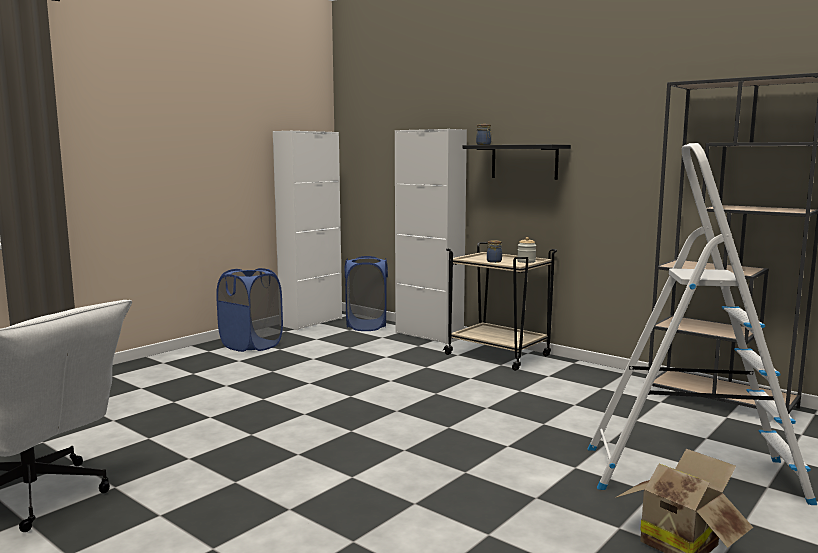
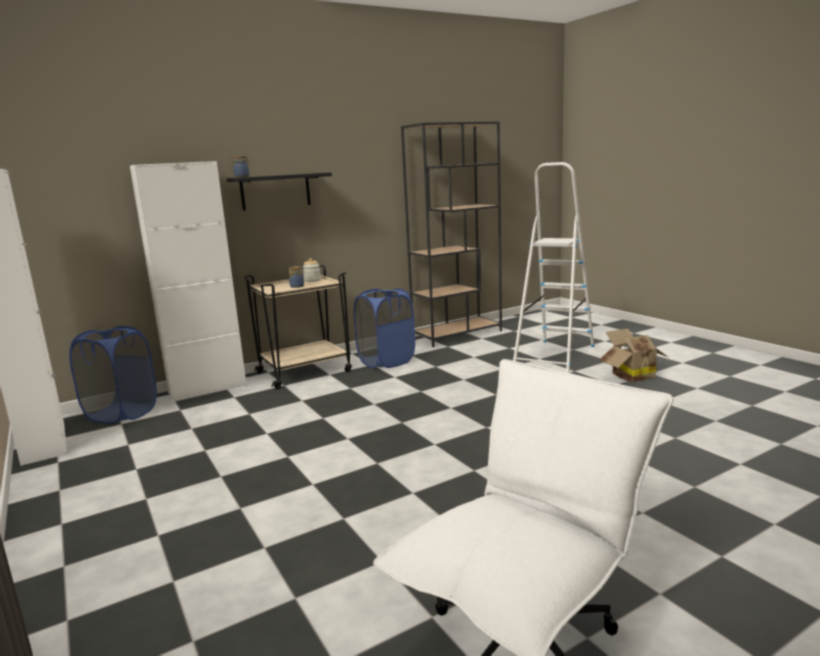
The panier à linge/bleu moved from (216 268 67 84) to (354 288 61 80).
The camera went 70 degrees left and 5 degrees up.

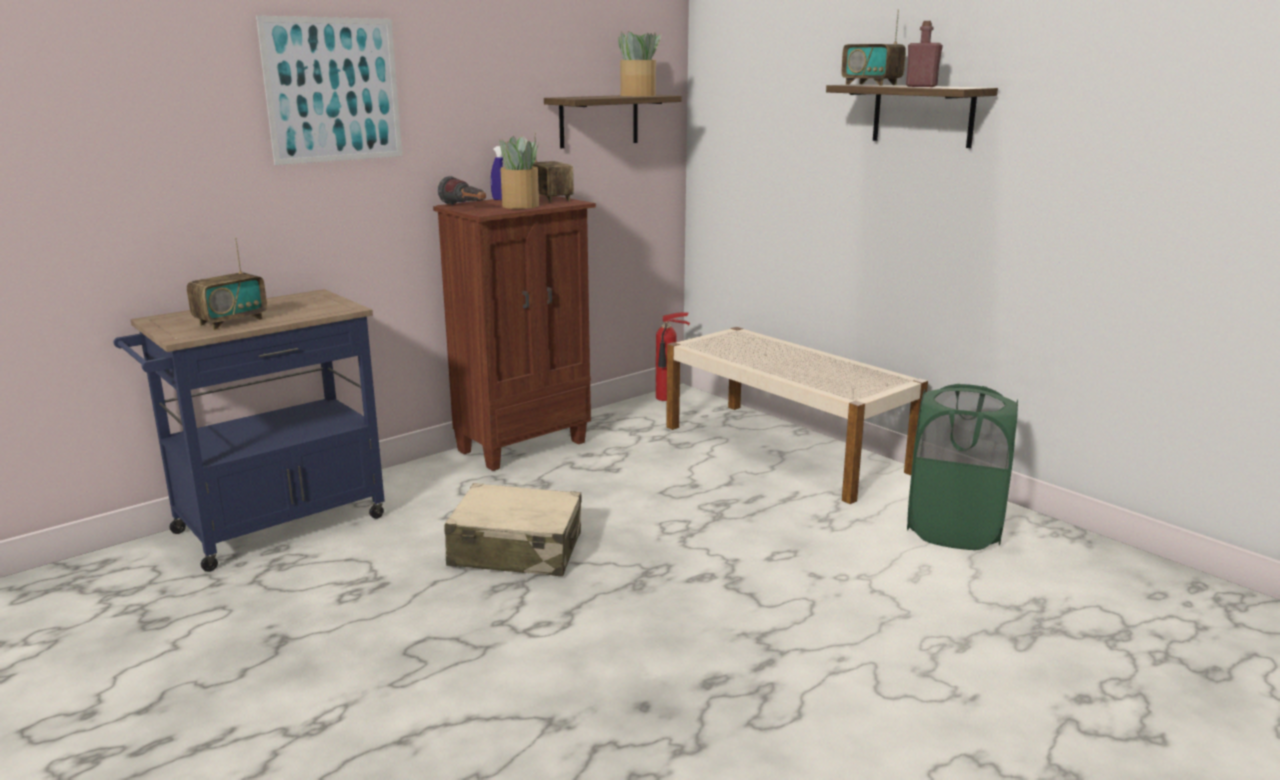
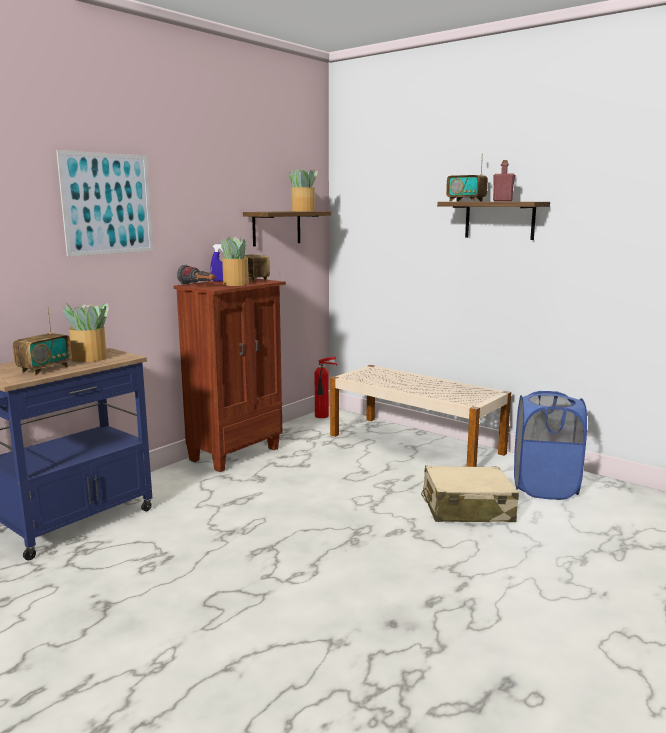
The plante en pot at (63 303 45 59) appeared.
The valise/beige moved from (445 483 137 93) to (421 466 98 56).
The panier à linge/vert at (907 384 111 166) became the panier à linge/bleu at (514 391 73 109).
The camera went 10 degrees left and 5 degrees down.

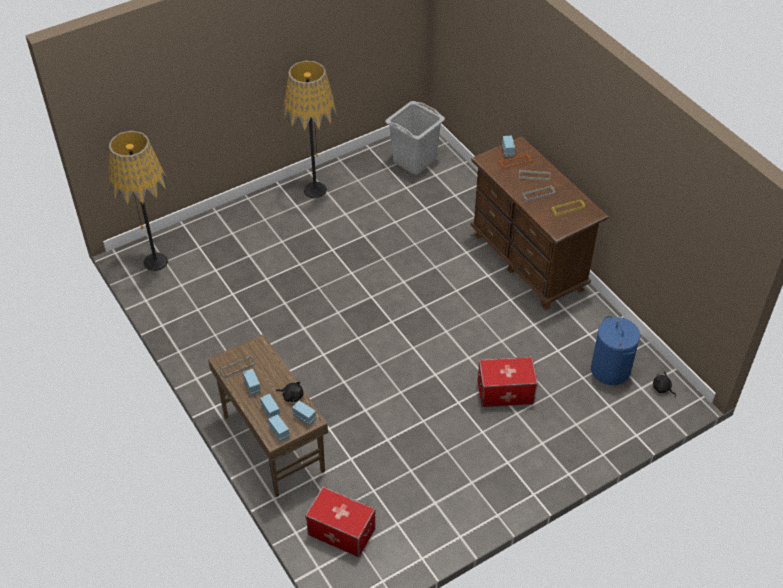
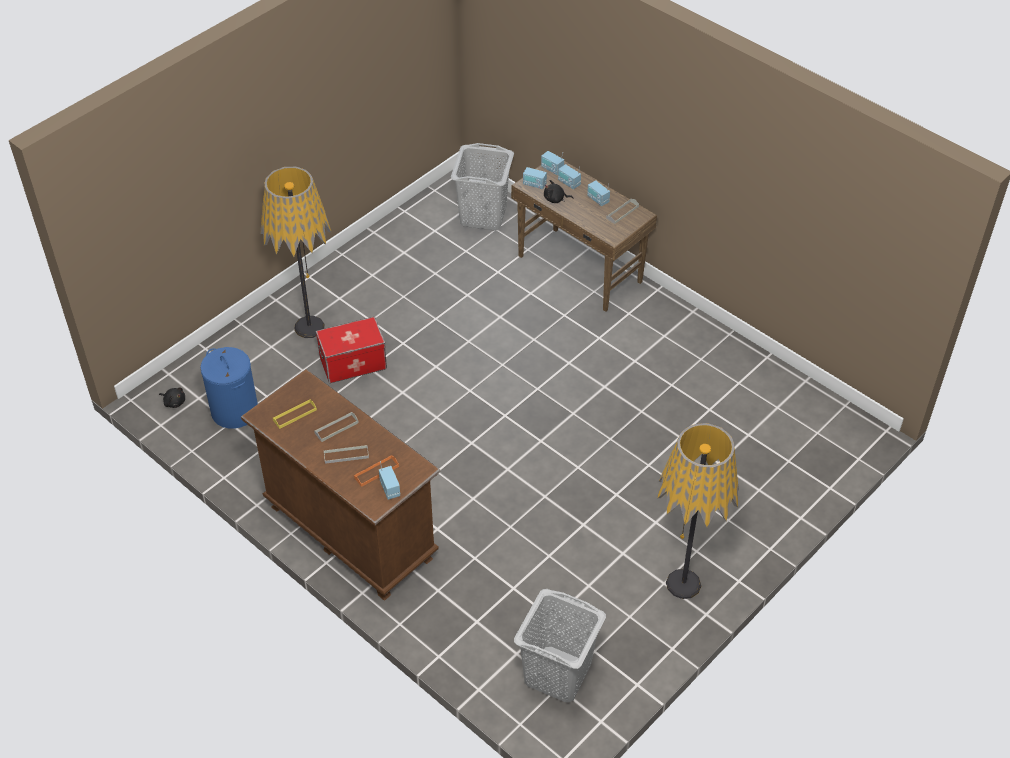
The lampadaire moved from (109 131 59 140) to (260 167 71 171).
The boîte de rangement at (305 487 71 70) was replaced by the panier à linge/gris at (451 143 63 88).
The camera went 165 degrees right and 0 degrees up.

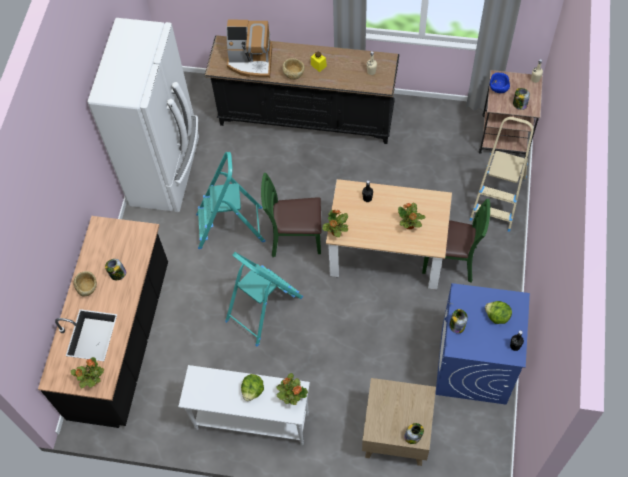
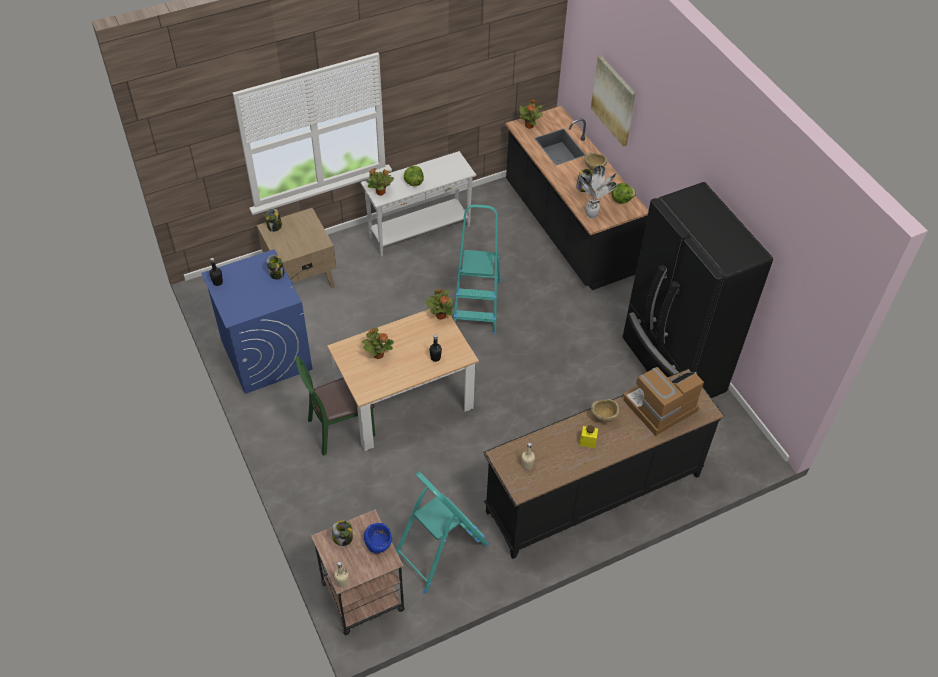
The chaise/vert at (261 173 60 84) disappeared.
The escabeau/beige at (470 117 64 115) disappeared.
The plante en pot at (578 165 39 54) appeared.
The tableau at (591 55 45 92) appeared.
The escabeau/turquoise moved from (196 152 70 97) to (396 471 93 123).
The laitue moved from (485 301 27 23) to (612 183 24 21).
The réfrigérateur/blanc at (87 18 112 194) became the réfrigérateur/noir at (623 182 150 216).
The camera went 140 degrees right and 10 degrees down.

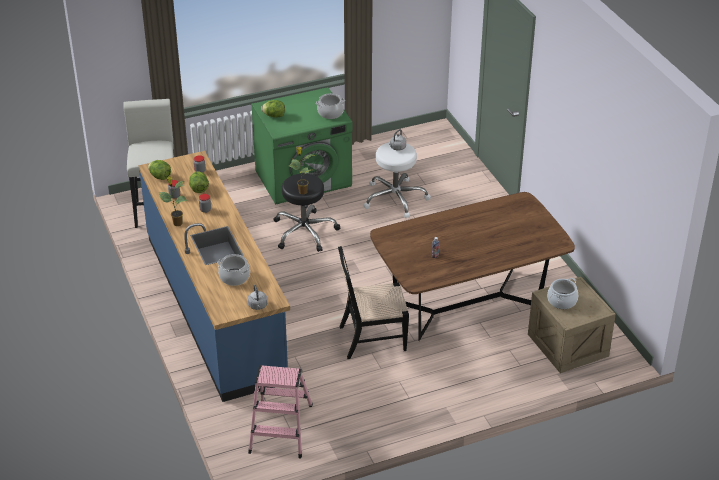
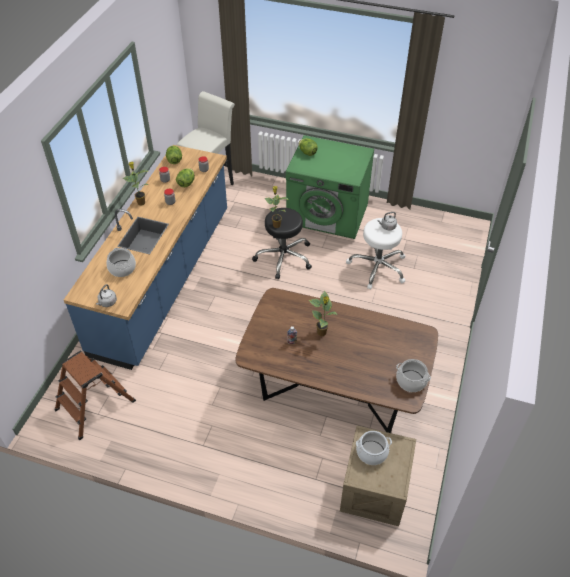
The chaise at (338 246 71 113) disappeared.
The plante en pot at (309 291 29 45) appeared.
The marmite moved from (316 93 29 26) to (396 359 35 33).
The escabeau/rose at (248 365 65 93) became the escabeau/marron at (55 350 81 90).
The camera went 40 degrees right and 10 degrees up.

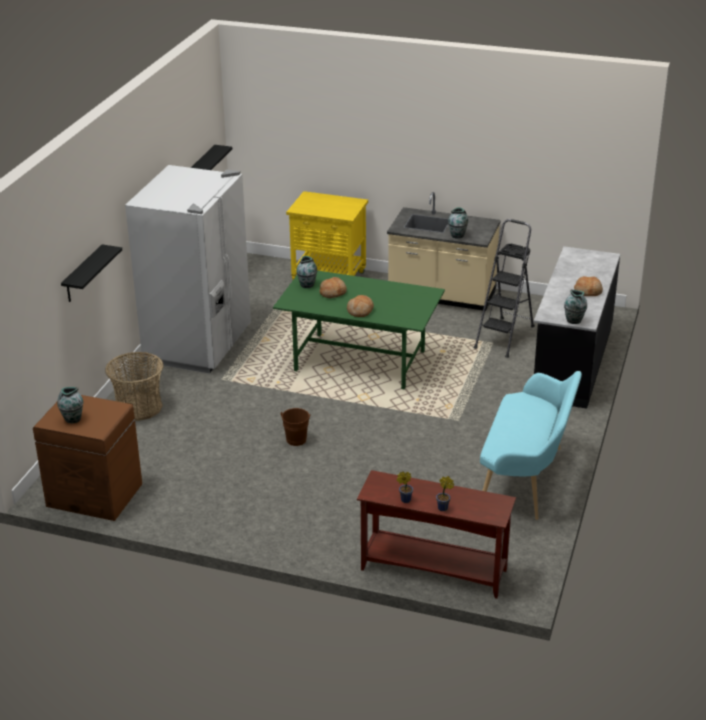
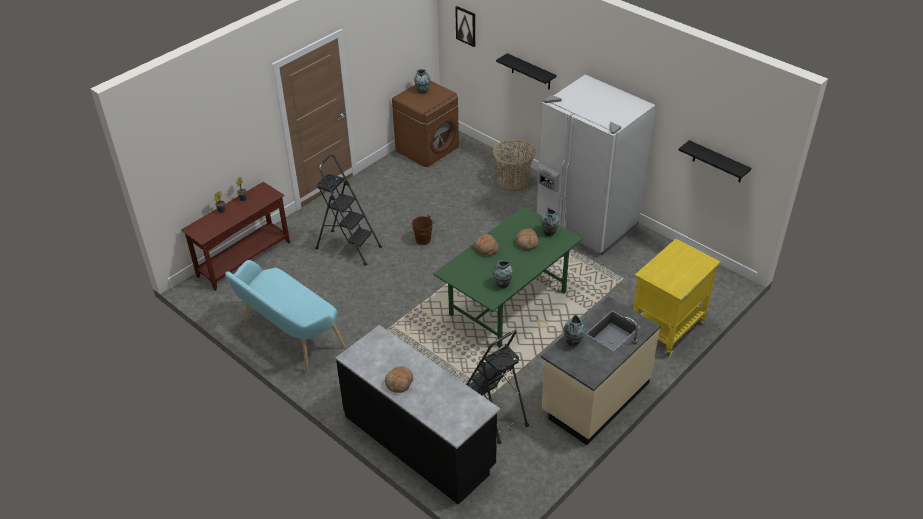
The escabeau at (315 154 67 112) appeared.
The tableau at (455 6 20 41) appeared.
The vase moved from (564 289 23 35) to (493 260 20 28).
The camera went 115 degrees right and 10 degrees up.

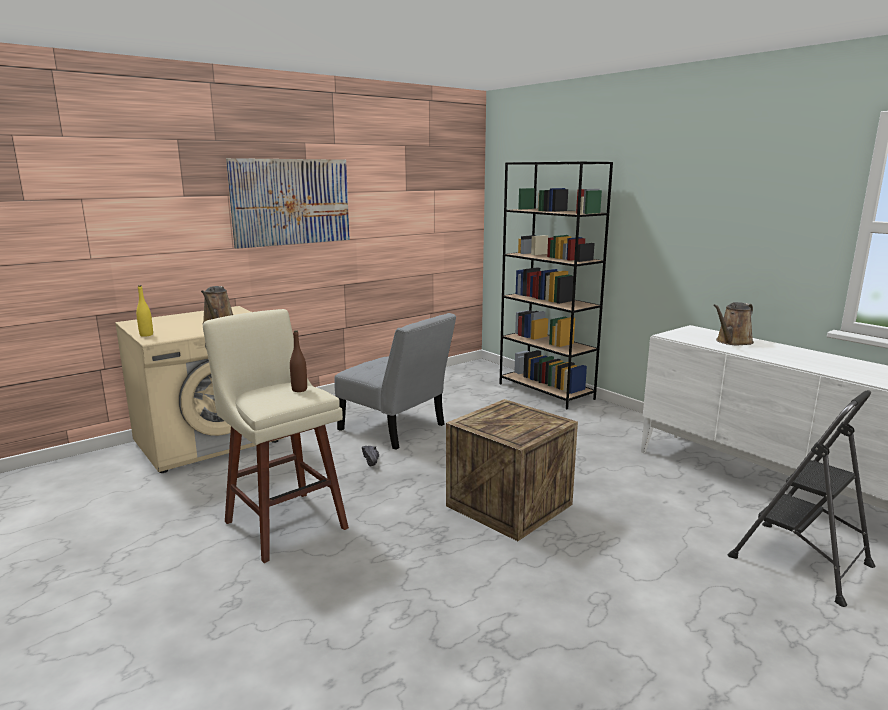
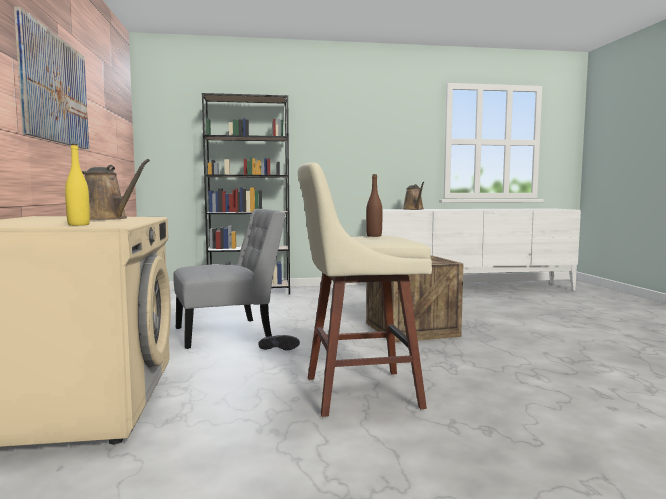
The escabeau/noir at (727 390 148 217) disappeared.
The camera went 60 degrees left and 10 degrees down.

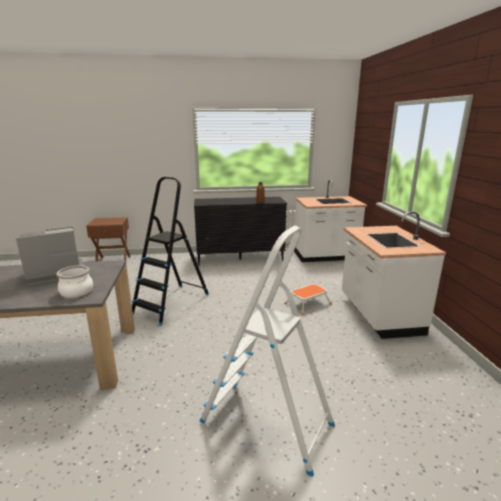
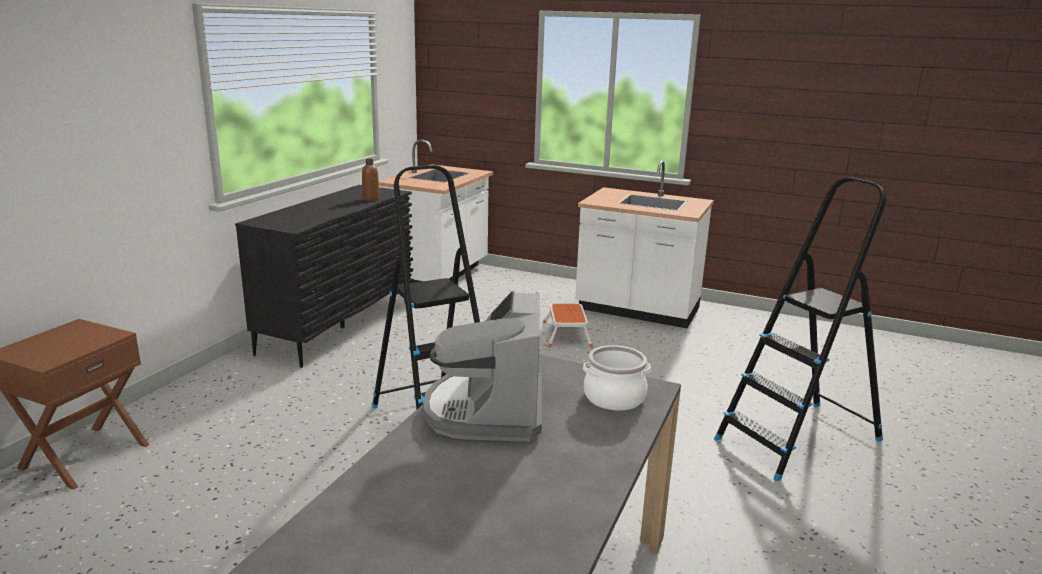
The escabeau/blanc at (200 226 135 251) became the escabeau/noir at (714 177 172 304).
The camera went 60 degrees left and 0 degrees up.

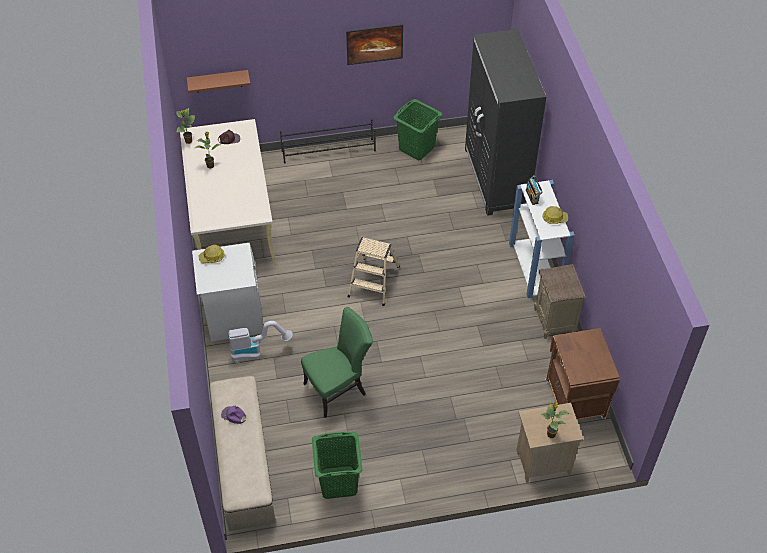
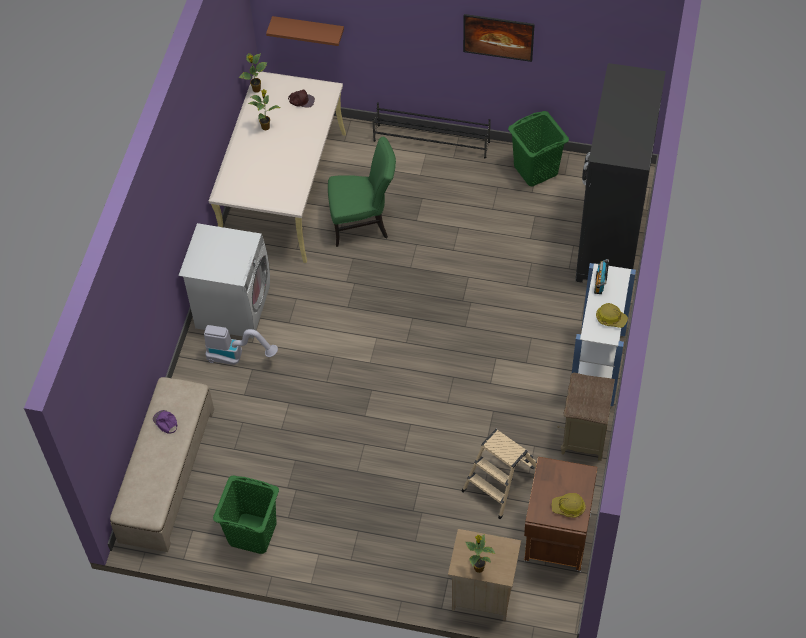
The casque de chantier moved from (198 245 27 18) to (552 493 34 25).
The chaise/vert moved from (301 307 72 111) to (328 137 68 110).
The escabeau/beige moved from (348 237 52 69) to (462 429 75 90).
The camera went 25 degrees right and 5 degrees up.

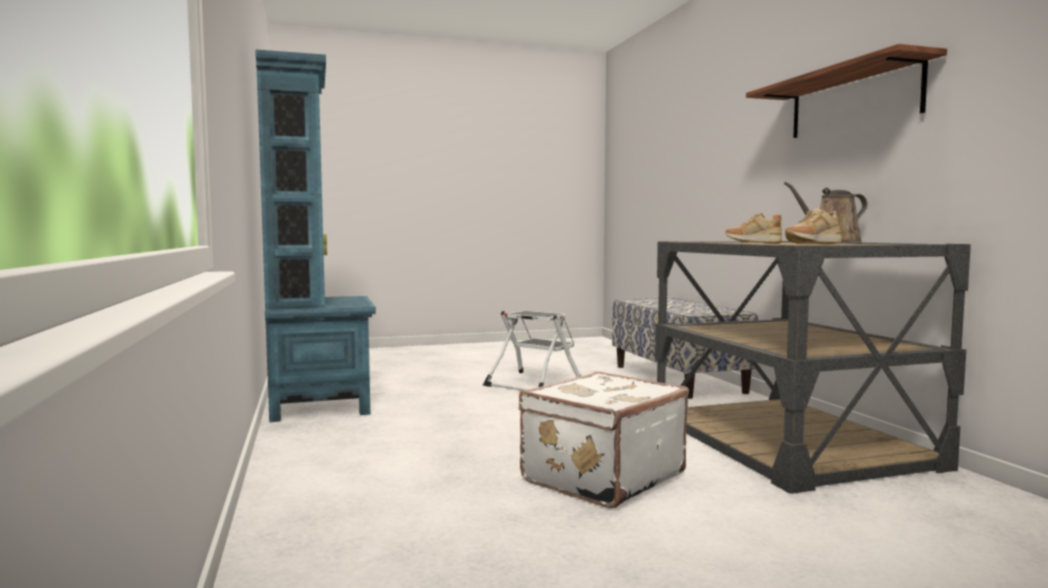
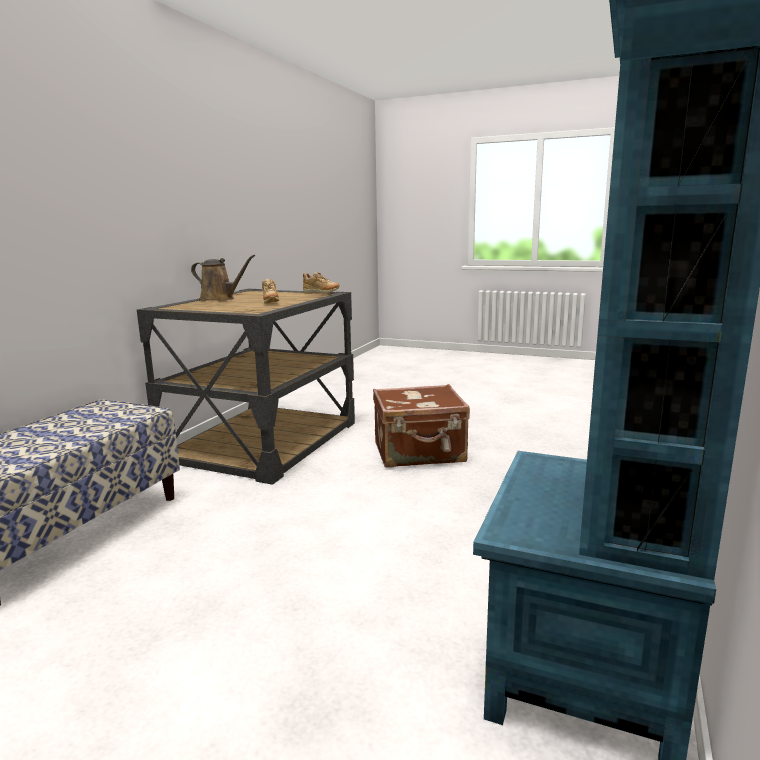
The escabeau at (483 311 98 80) disappeared.
The étagère at (746 44 201 94) disappeared.
The valise/blanc at (519 371 170 137) became the valise/marron at (373 384 97 84).
The camera went 140 degrees left and 10 degrees up.

